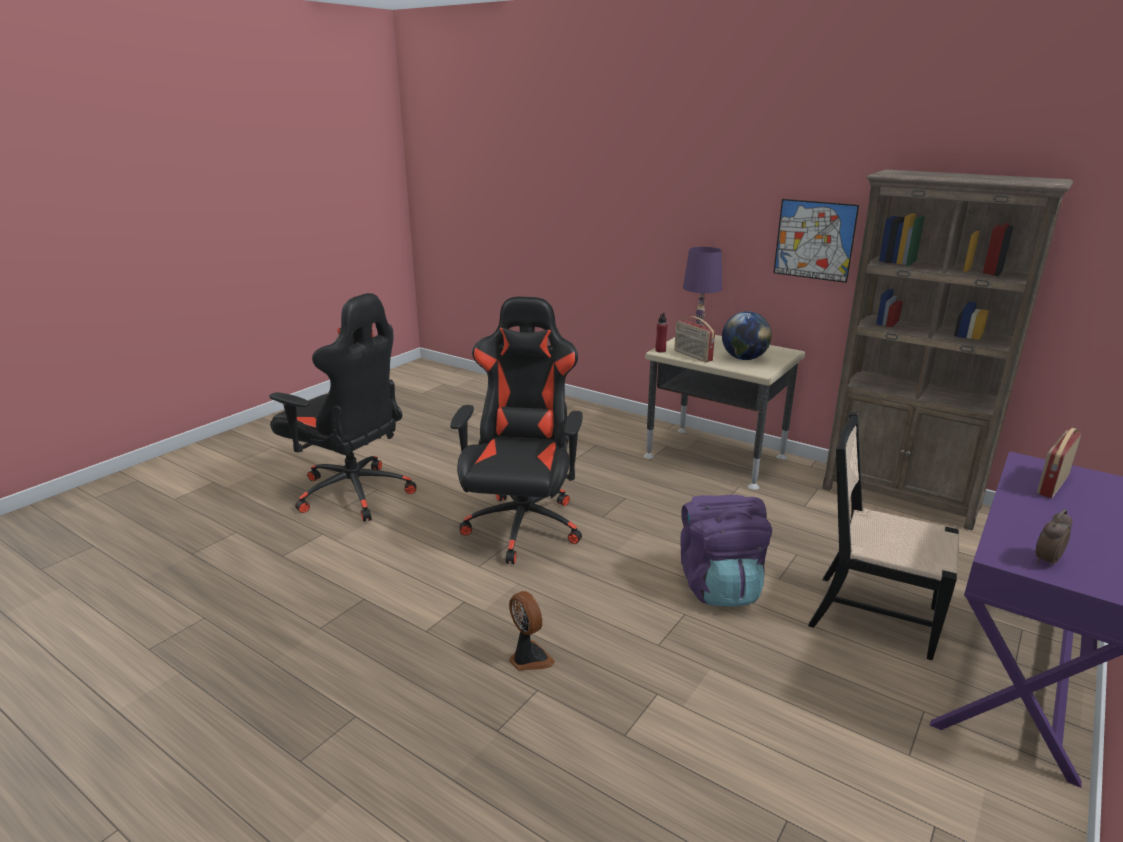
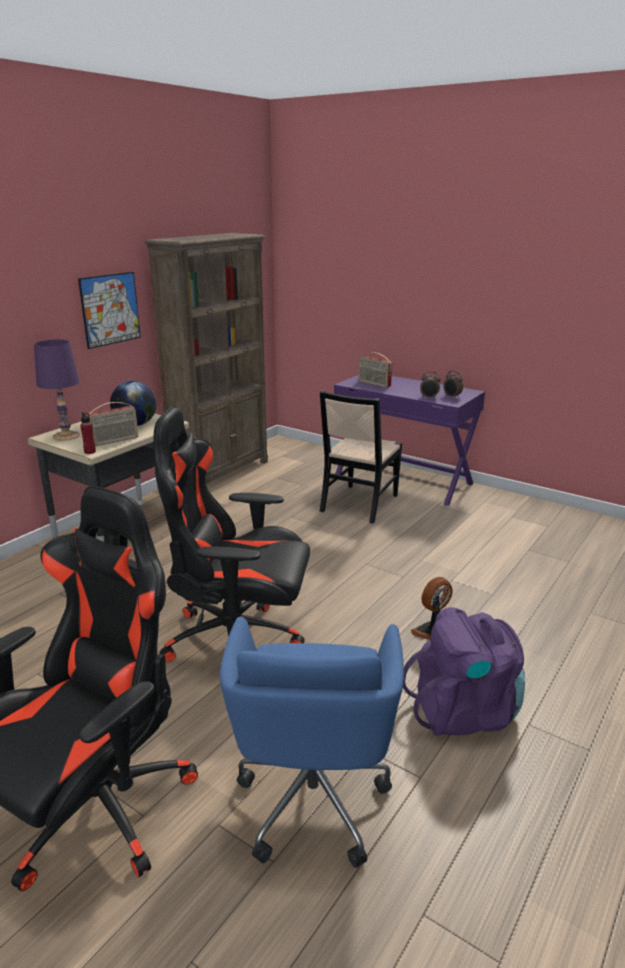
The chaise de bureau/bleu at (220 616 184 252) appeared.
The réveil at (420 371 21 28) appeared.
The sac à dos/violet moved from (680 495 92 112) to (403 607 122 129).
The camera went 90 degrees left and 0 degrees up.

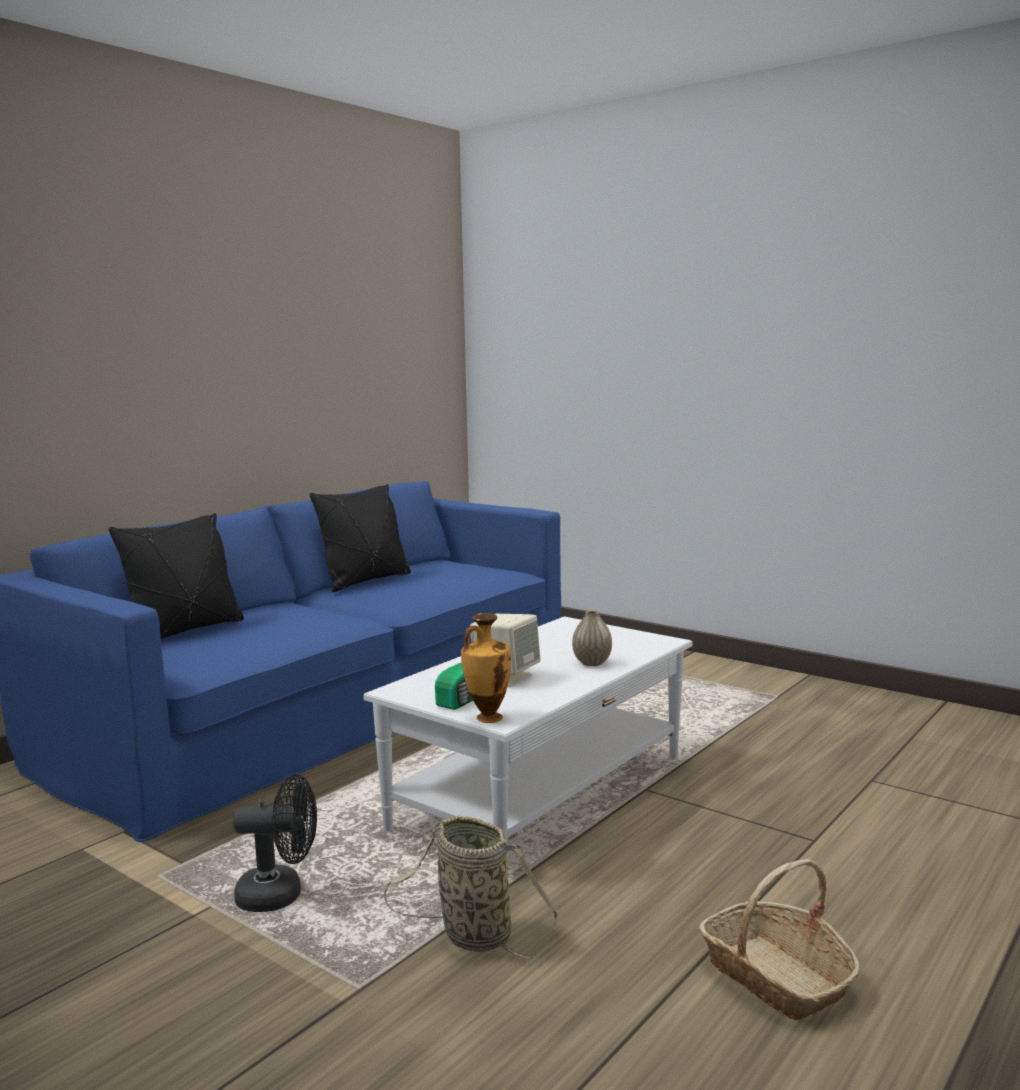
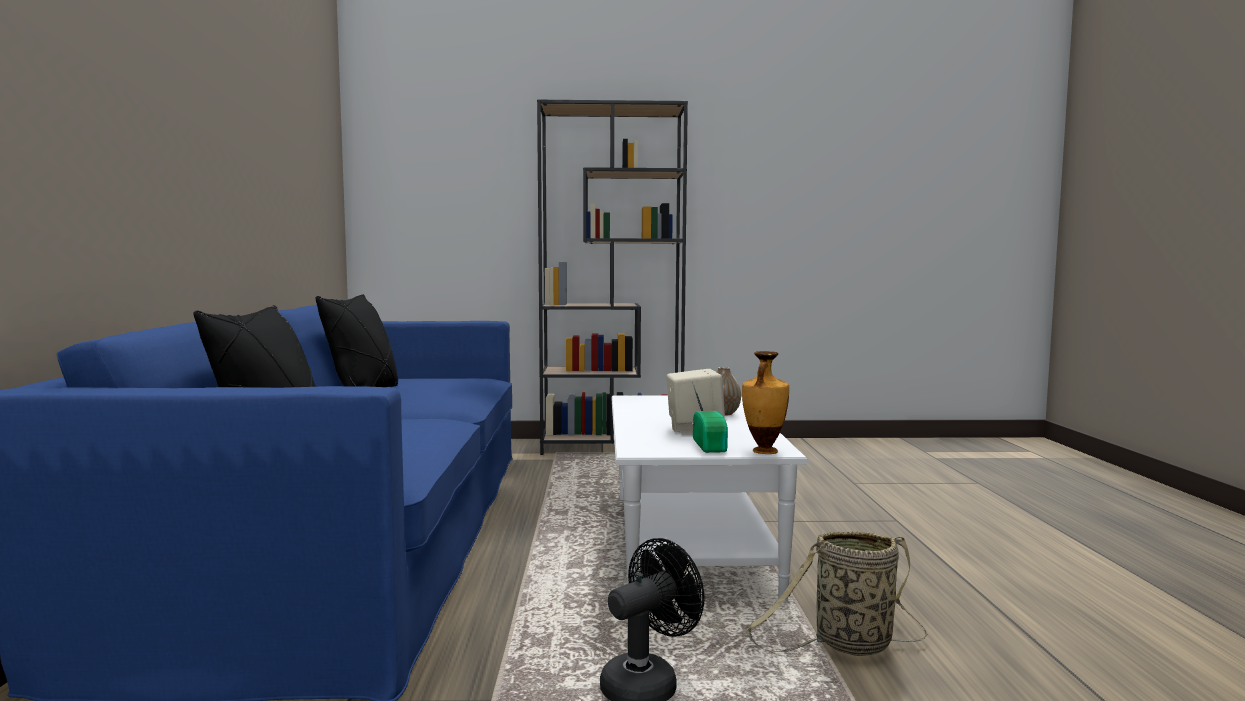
The panier at (698 859 162 161) disappeared.
The bibliothèque at (537 100 151 355) appeared.
The camera went 40 degrees left and 5 degrees down.

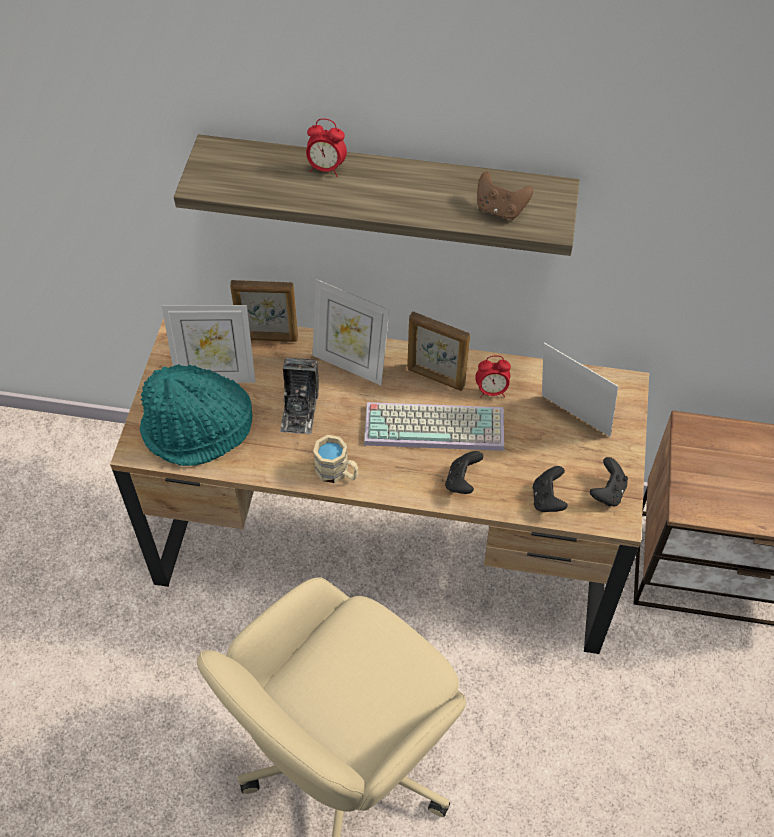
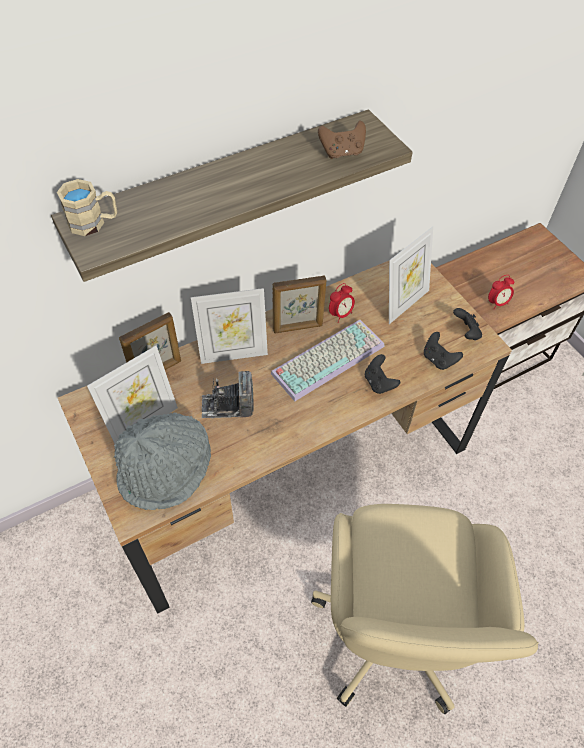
The réveil moved from (306 118 41 59) to (488 275 26 35).
The mug/beige moved from (313 435 45 48) to (57 179 60 57).
The chapeau/turquoise at (140 364 113 102) became the chapeau/gris at (114 413 97 97).
The appareil photo at (280 358 39 76) turned 120 degrees clockwise.
The cadre photo at (542 342 76 95) turned 135 degrees clockwise.
The camera went 40 degrees left and 0 degrees up.

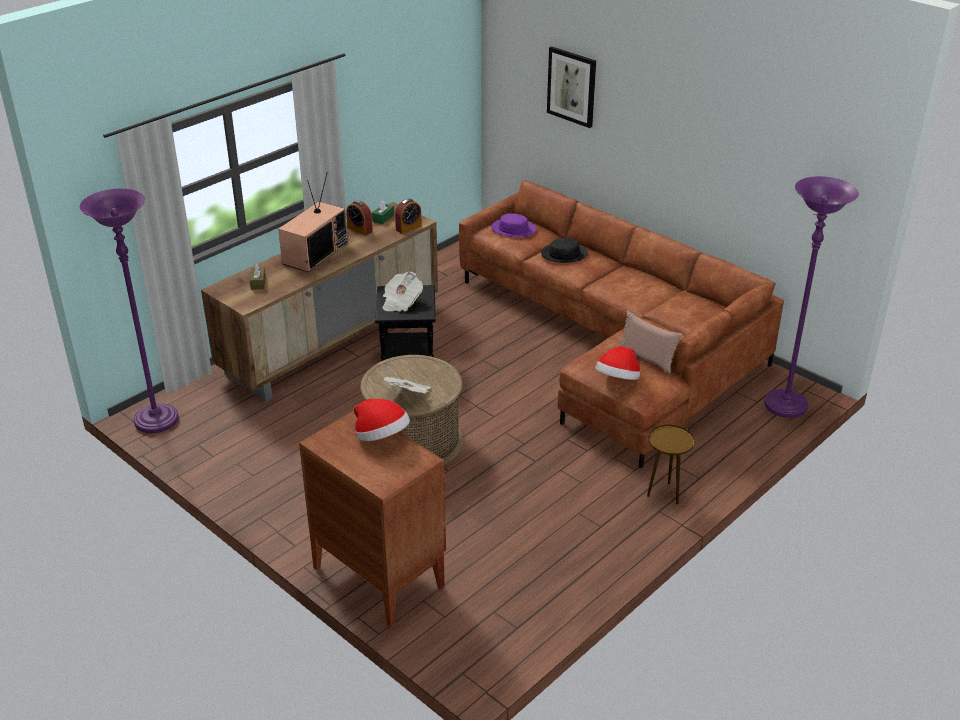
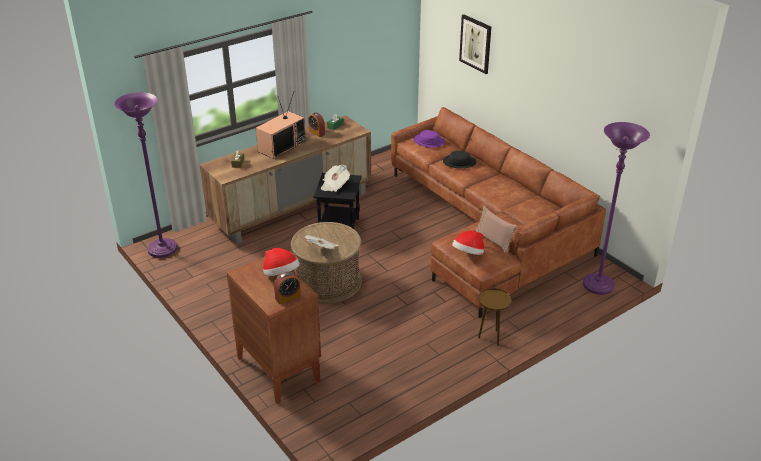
The réveil moved from (395 199 27 35) to (274 272 27 32).
The camera went 10 degrees right and 0 degrees up.

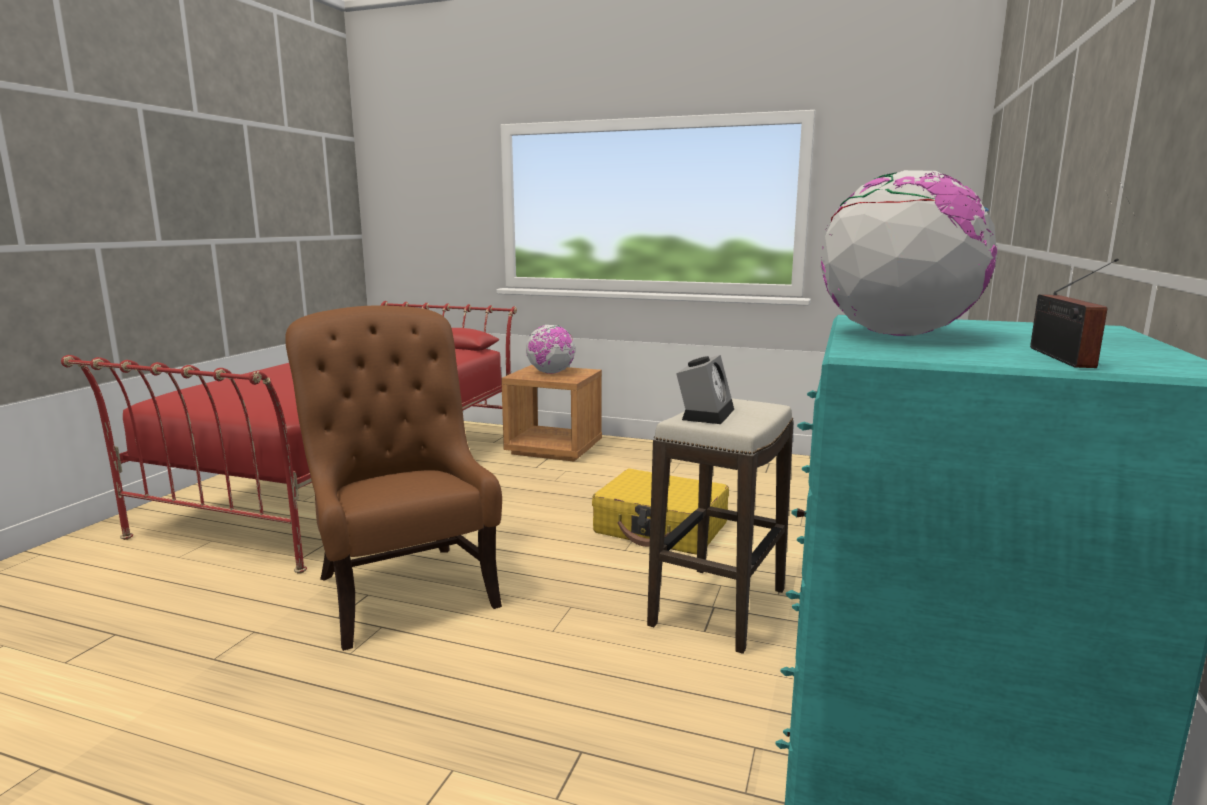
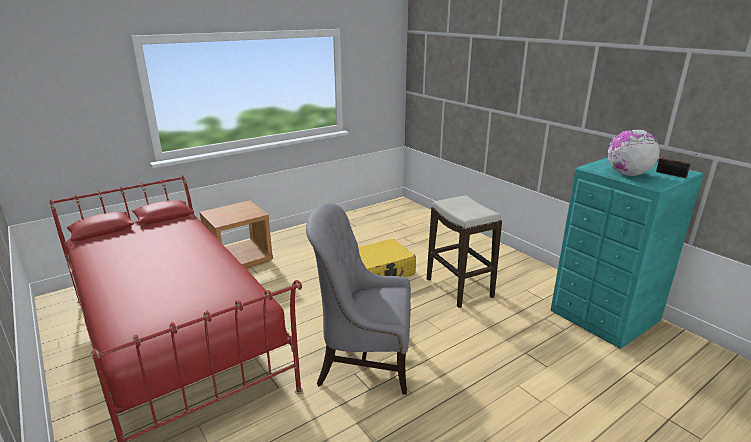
The globe at (526 325 49 49) disappeared.
The réveil at (676 355 58 69) disappeared.
The chaise/marron at (285 306 217 345) became the chaise/gris at (306 203 105 192).
The camera went 55 degrees left and 10 degrees up.

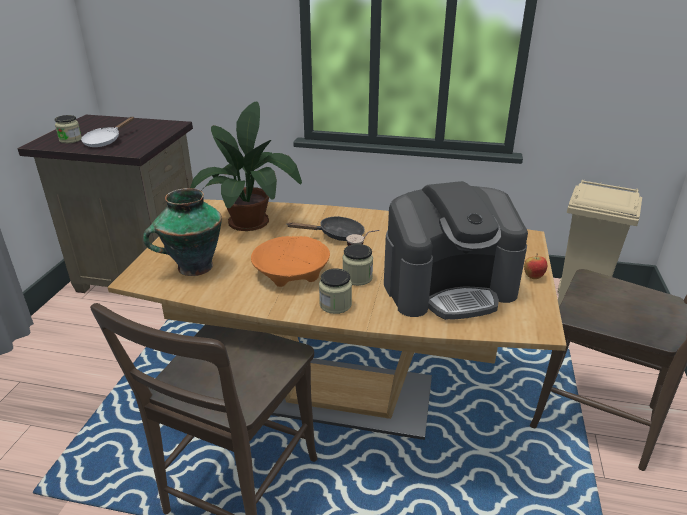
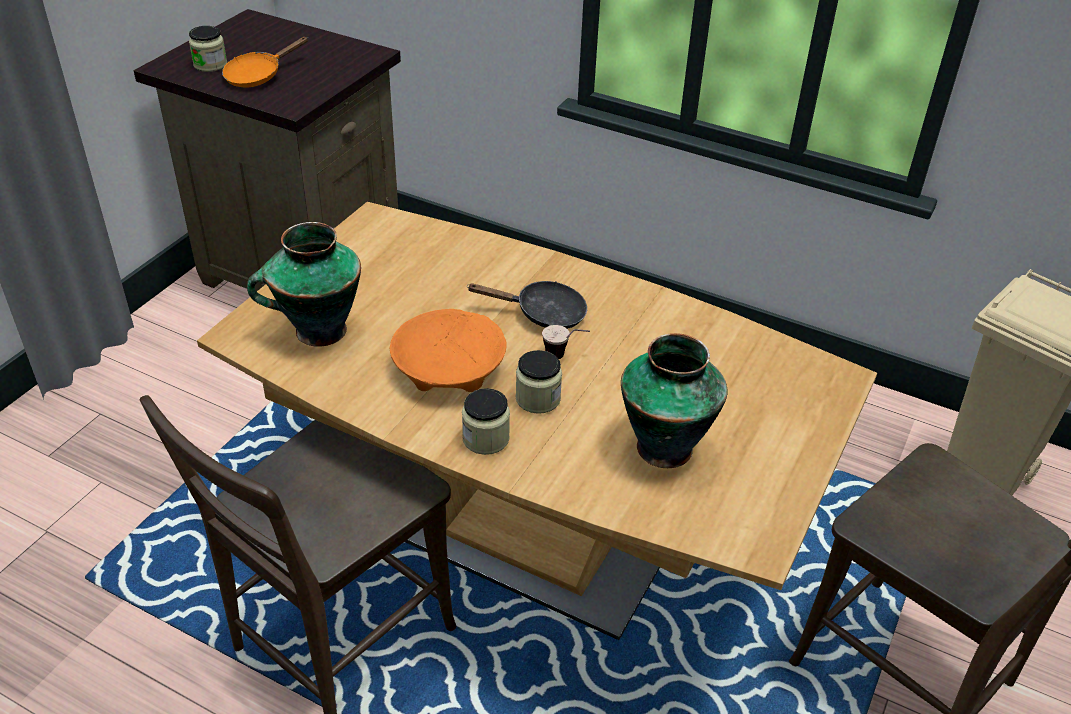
The plante en pot at (190 102 112 129) disappeared.
The pomme at (524 257 23 22) disappeared.
The machine à café at (384 181 144 139) was replaced by the vase at (621 333 107 135).
The poêle/blanc at (81 117 53 30) became the poêle/orange at (222 37 86 50).
The camera went 15 degrees right and 10 degrees up.

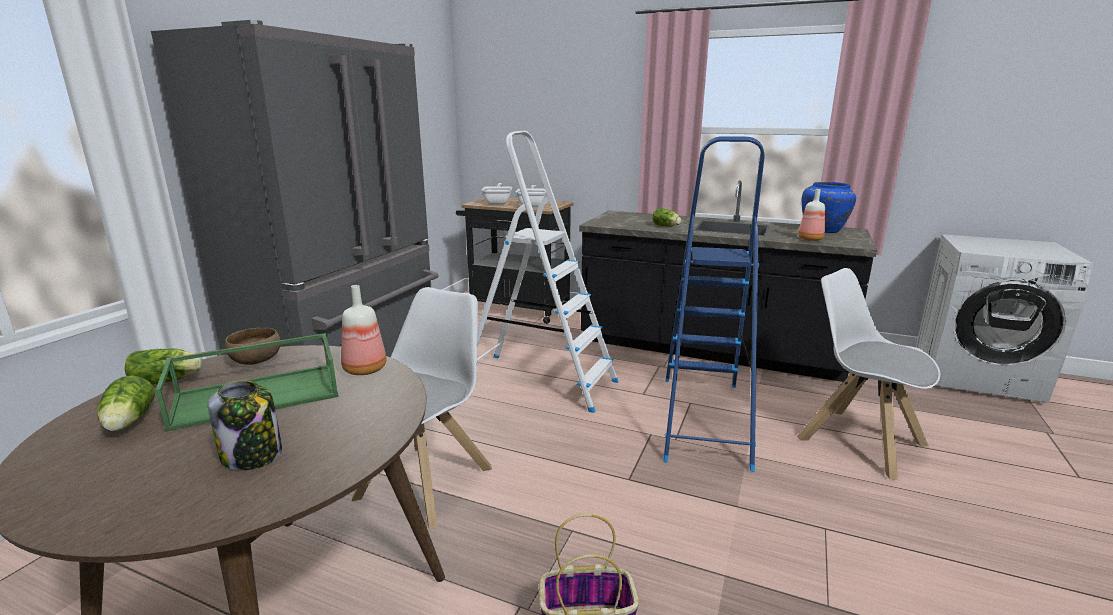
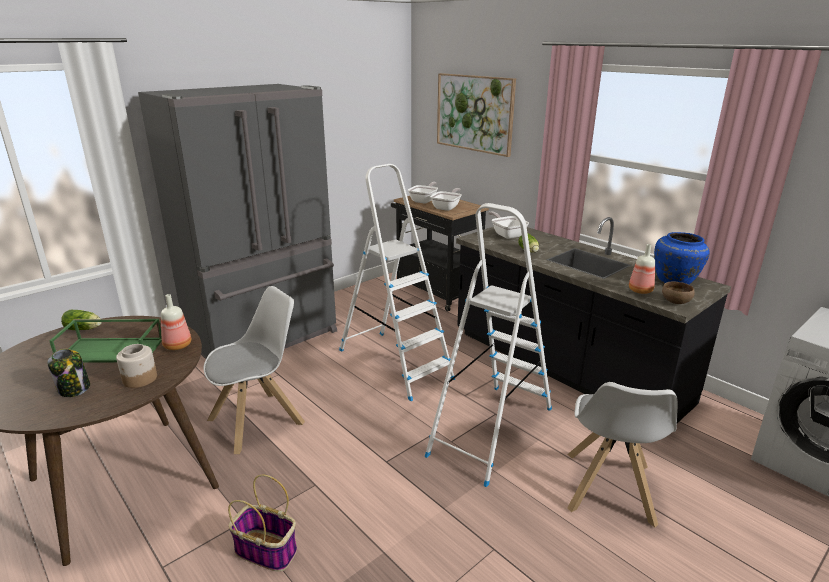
The laitue at (97 376 58 55) disappeared.
The bocal at (116 344 41 44) appeared.
The tableau at (437 73 79 84) appeared.
The poêle at (488 212 41 27) appeared.
The bol/marron moved from (225 328 56 37) to (662 282 33 22).
The escabeau/bleu at (663 136 102 336) became the escabeau/blanc at (425 203 127 284).
The chaise at (797 268 143 212) turned 150 degrees counterclockwise.
The camera went 25 degrees right and 5 degrees up.

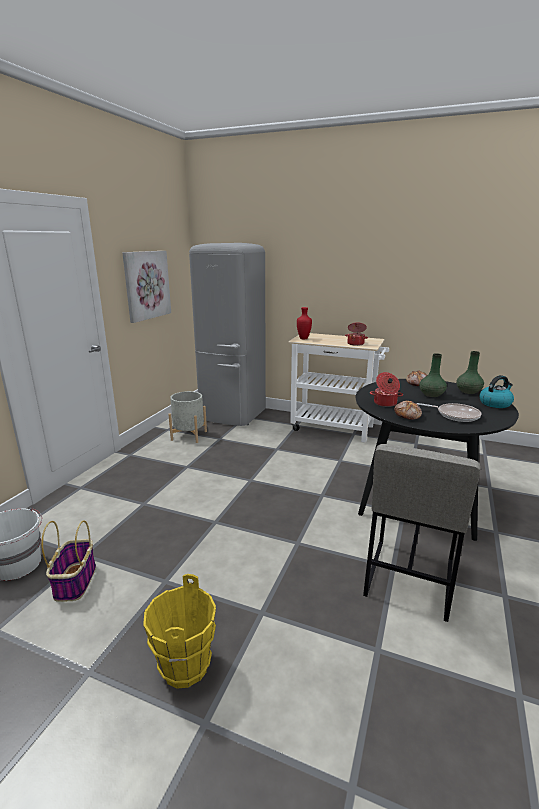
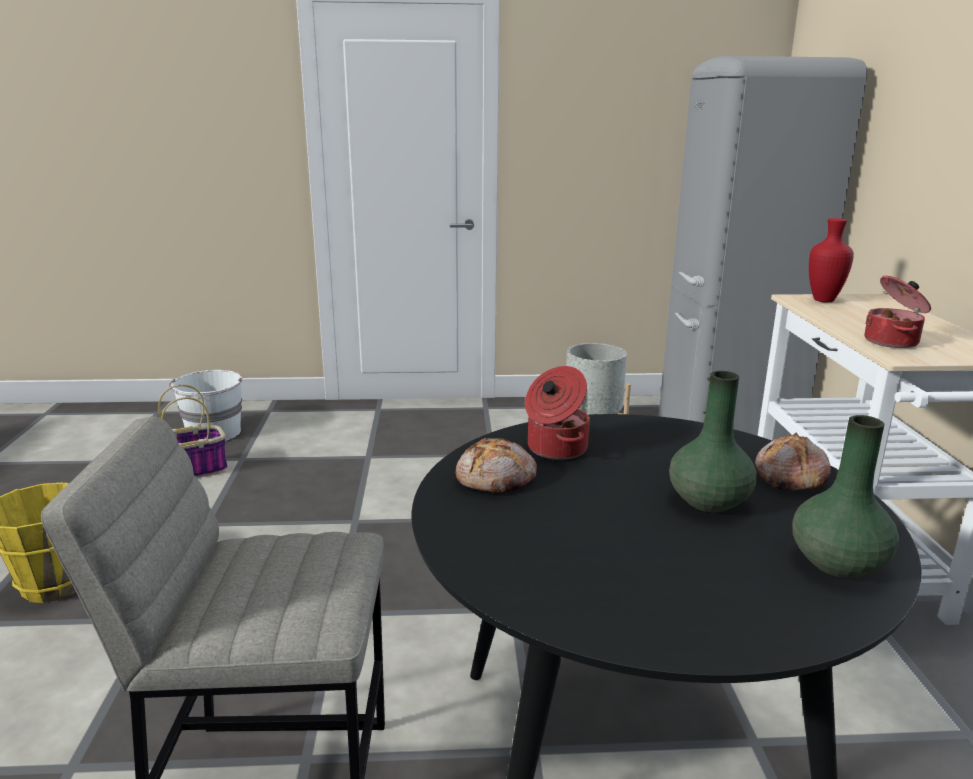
The tableau at (122 251 49 72) disappeared.
The poêle at (416 403 66 19) disappeared.
The bouilloire at (479 375 35 33) disappeared.
The camera went 65 degrees right and 0 degrees up.

